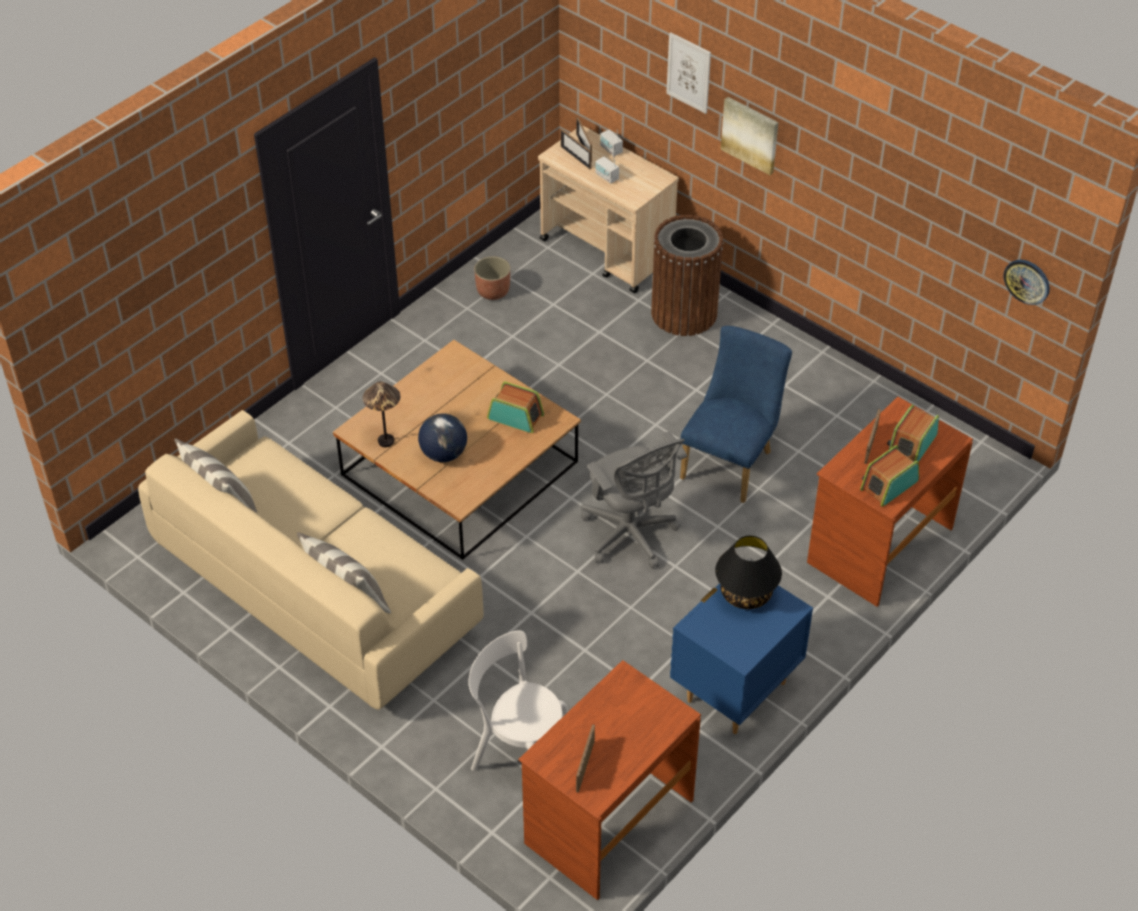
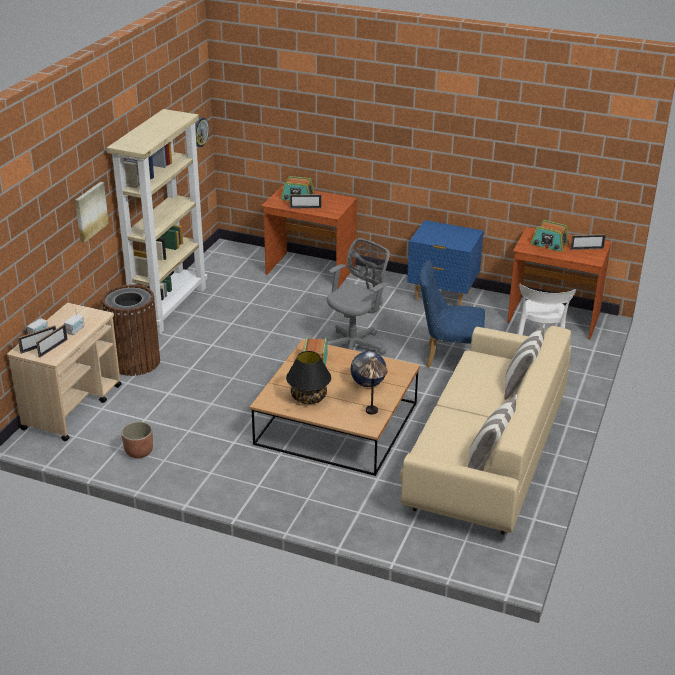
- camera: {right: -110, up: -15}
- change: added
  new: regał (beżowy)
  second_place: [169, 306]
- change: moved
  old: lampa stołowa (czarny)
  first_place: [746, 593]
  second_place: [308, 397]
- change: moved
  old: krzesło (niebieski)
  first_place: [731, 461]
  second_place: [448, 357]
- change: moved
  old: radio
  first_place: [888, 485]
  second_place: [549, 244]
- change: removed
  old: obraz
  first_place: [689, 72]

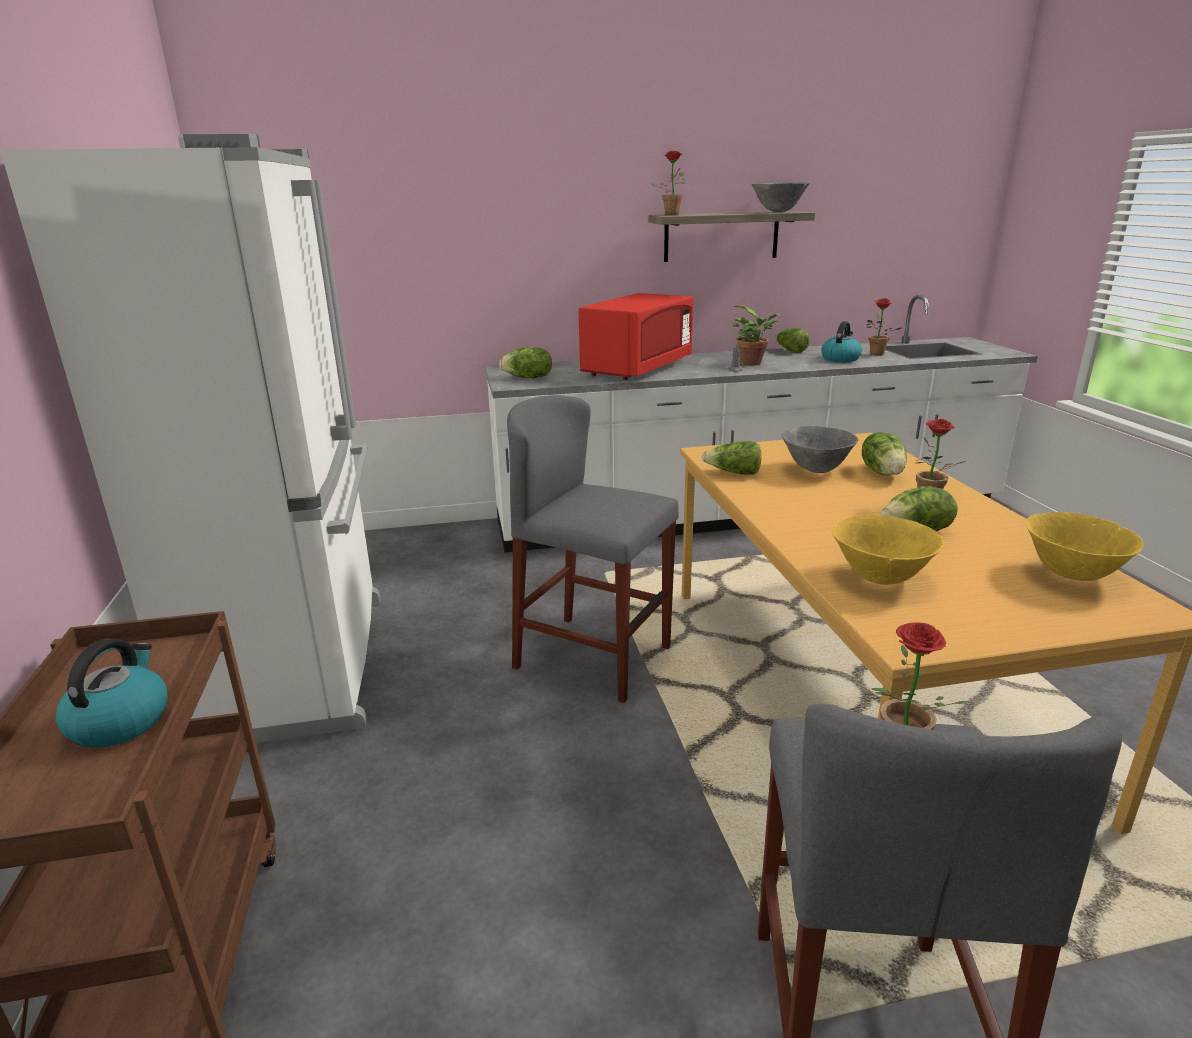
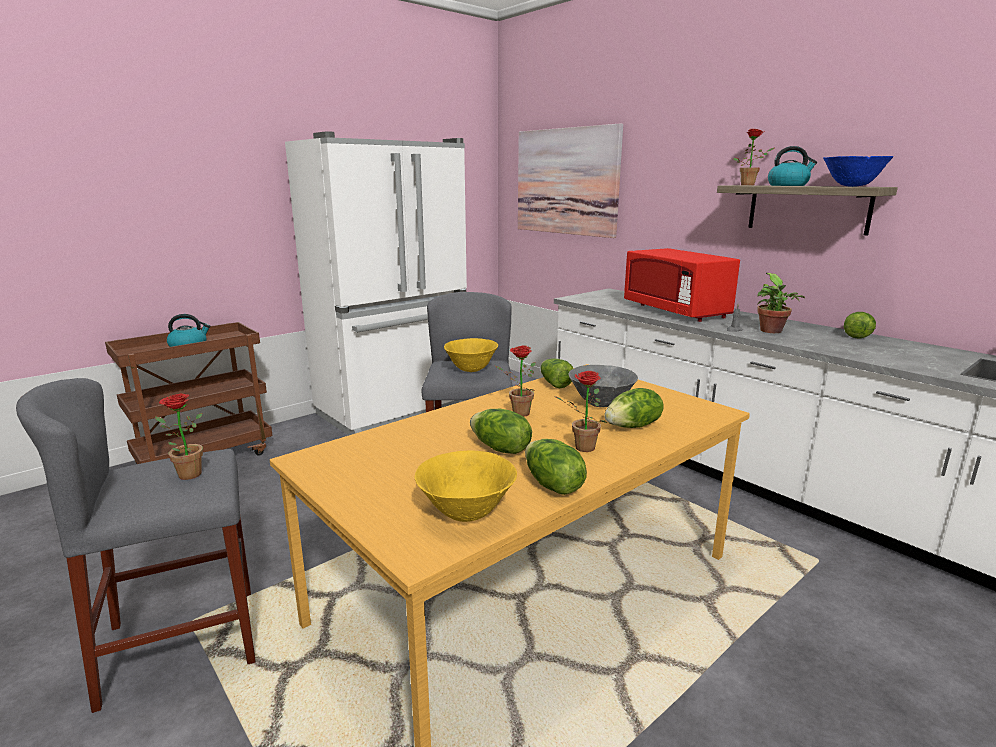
- camera: {right: 60, up: -5}
- change: moved
  old: miska (żółty)
  first_place: [881, 578]
  second_place: [471, 370]
- change: moved
  old: roślina doniczkowa
  first_place: [876, 354]
  second_place: [517, 413]
- change: added
  new: obraz
  second_place: [566, 181]
- change: moved
  old: sałata
  first_place: [528, 378]
  second_place: [552, 485]
- change: turned
  old: mikrofalówka (czerwony)
  first_place: [637, 369]
  second_place: [675, 311]
  degrees: 60
- change: moved
  old: czajnik
  first_place: [840, 359]
  second_place: [788, 185]
- change: recoloured
  old: miska (szary)
  new: miska (niebieski)
  first_place: [778, 212]
  second_place: [852, 186]

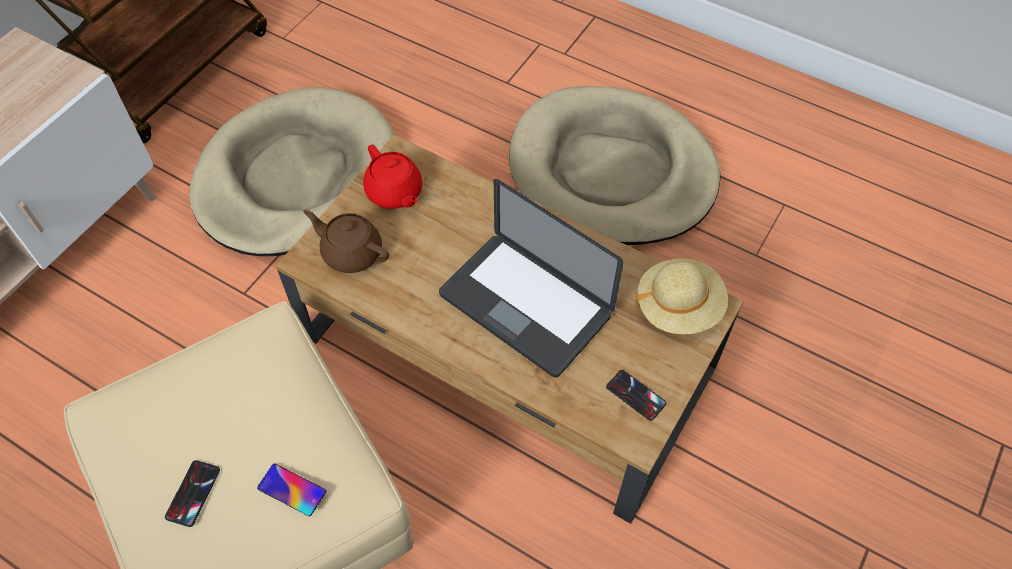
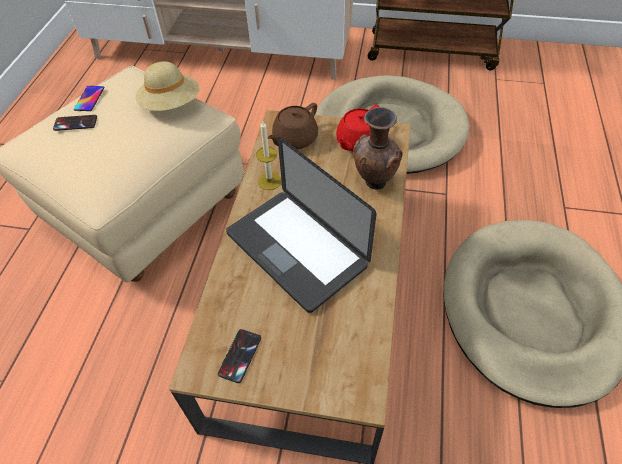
- camera: {right: 70, up: -5}
- change: moved
  old: telefon
  first_place: [291, 490]
  second_place: [89, 98]
- change: moved
  old: kapelusz (beżowy)
  first_place: [678, 307]
  second_place: [171, 105]
- change: turned
  old: laptop
  first_place: [525, 305]
  second_place: [296, 249]
  degrees: -60
- change: added
  new: świeca
  second_place: [269, 181]
- change: turned
  old: imbryk (brązowy)
  first_place: [351, 252]
  second_place: [294, 139]
  degrees: -150
- change: added
  new: wazon (brązowy)
  second_place: [373, 183]

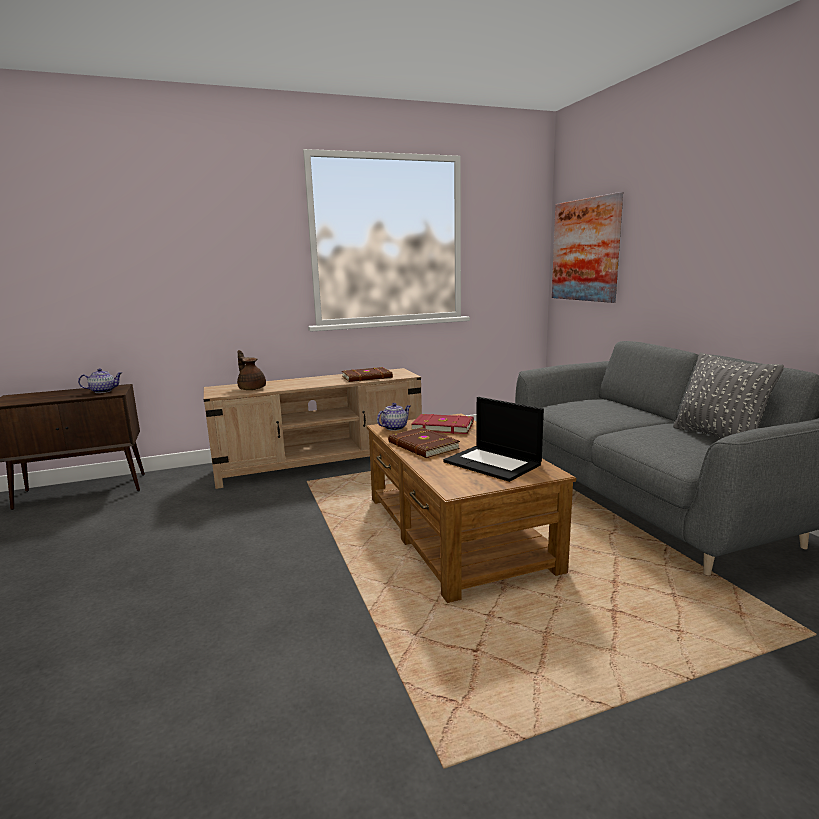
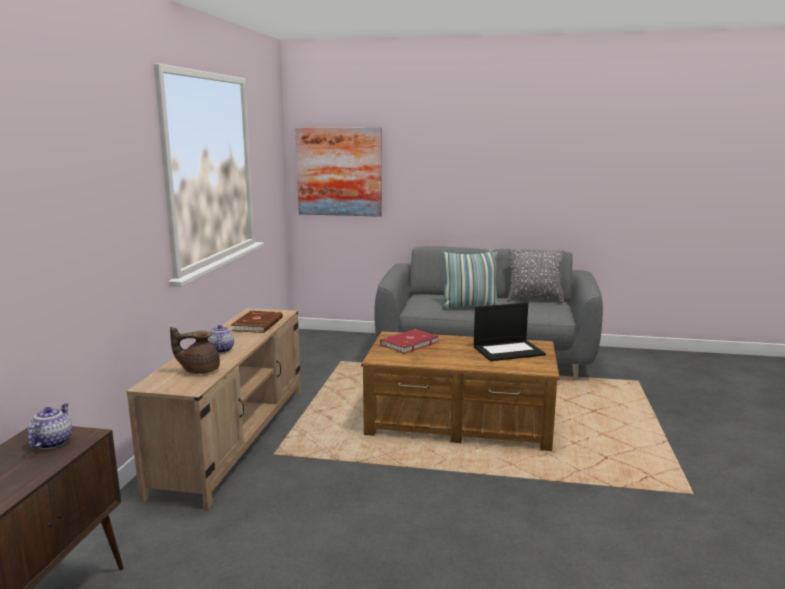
- camera: {right: -60, up: 0}
- change: moved
  old: imbryk
  first_place: [394, 427]
  second_place: [220, 350]
- change: added
  new: poduszka
  second_place: [469, 306]
- change: removed
  old: książka (brązowy)
  first_place: [422, 446]

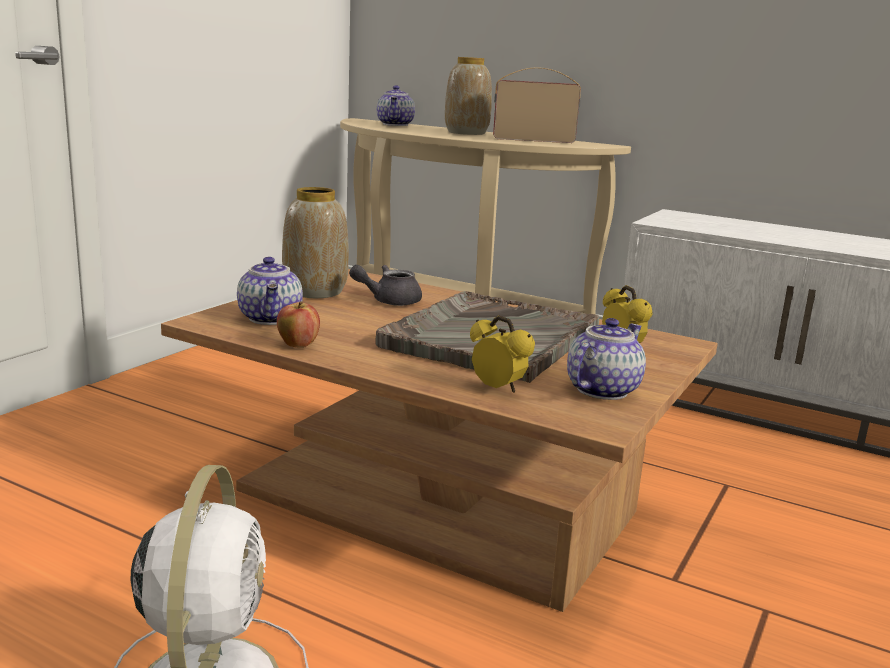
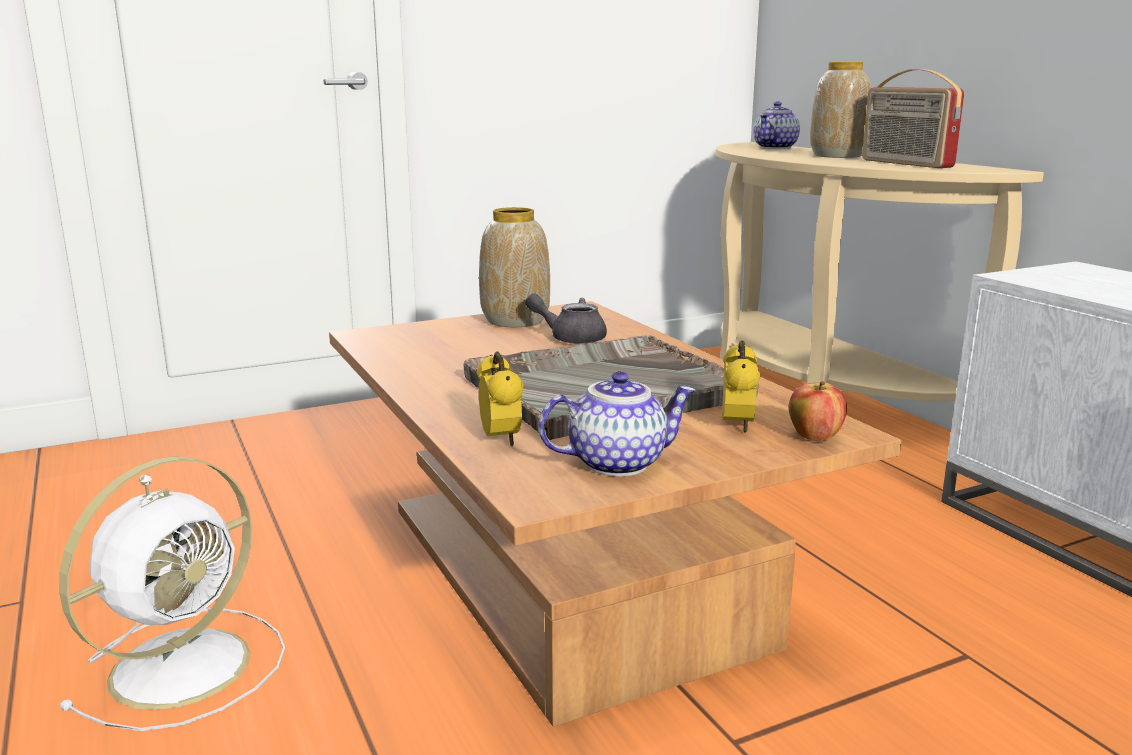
- camera: {right: 35, up: 0}
- change: moved
  old: jabłko
  first_place: [298, 345]
  second_place: [814, 437]
- change: turned
  old: radio
  first_place: [533, 140]
  second_place: [904, 163]
  degrees: -150
- change: removed
  old: imbryk
  first_place: [272, 319]

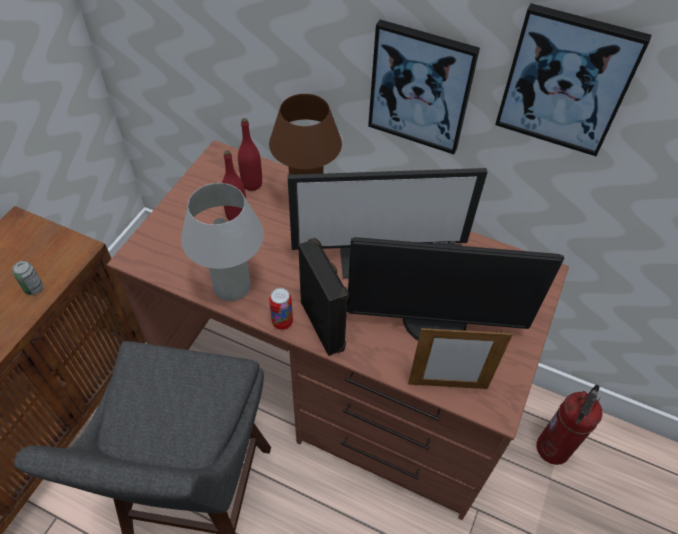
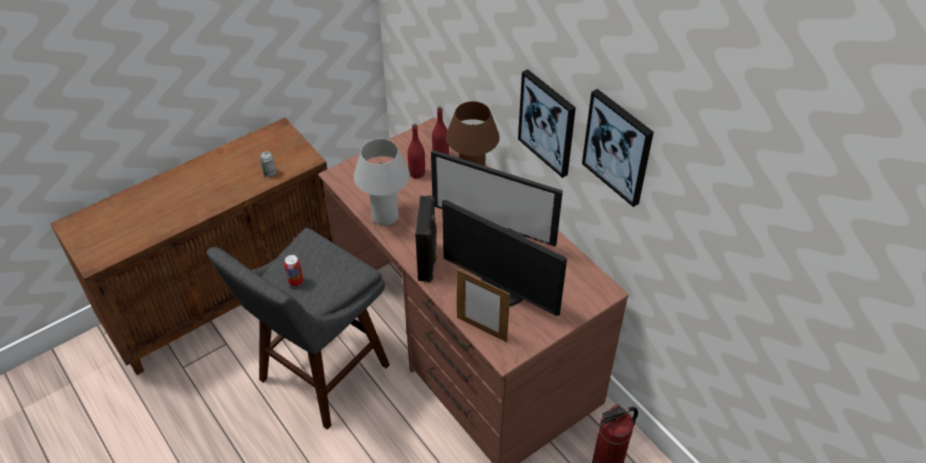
- camera: {right: 30, up: -5}
- change: moved
  old: puszka
  first_place: [282, 322]
  second_place: [295, 281]

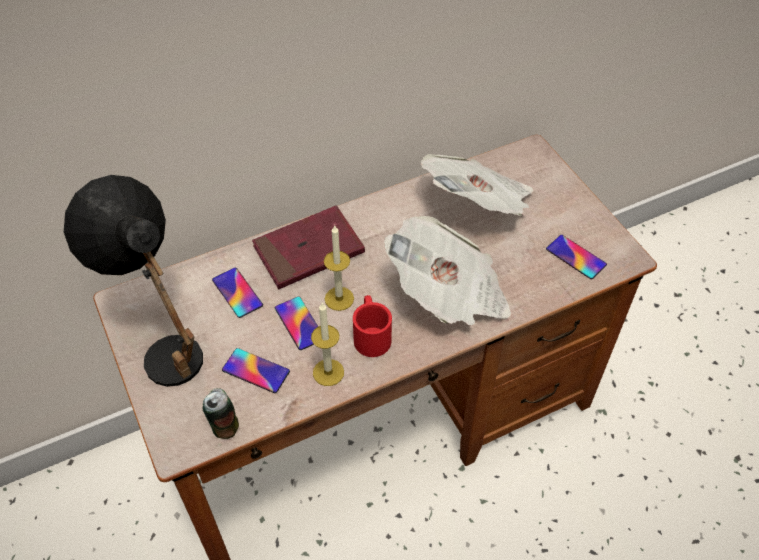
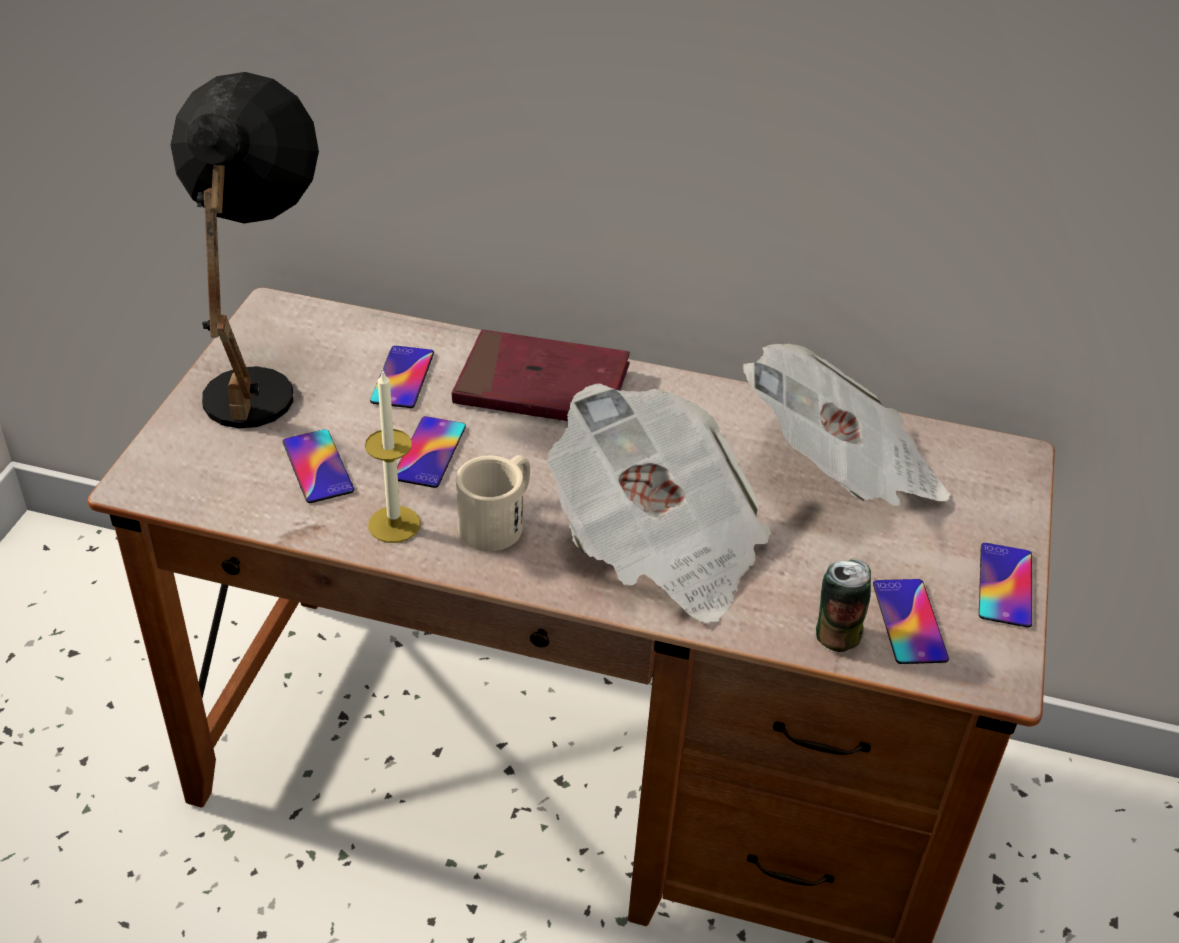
- camera: {right: 40, up: -10}
- change: recoloured
  old: kubek (czerwony)
  new: kubek (beżowy)
  first_place: [371, 334]
  second_place: [499, 520]
- change: moved
  old: puszka
  first_place: [224, 426]
  second_place: [837, 634]
- change: added
  new: telefon
  second_place: [1005, 585]
- change: removed
  old: świeca
  first_place: [339, 298]

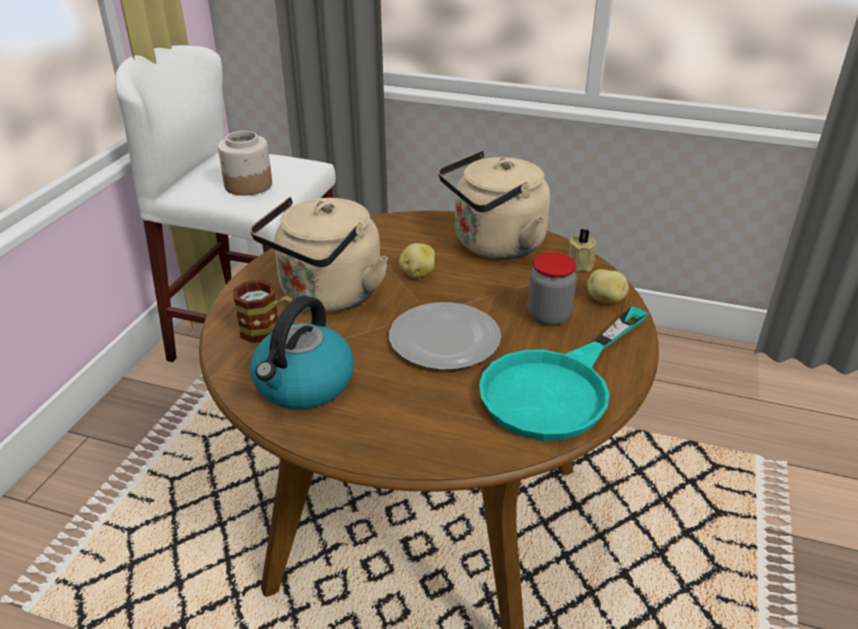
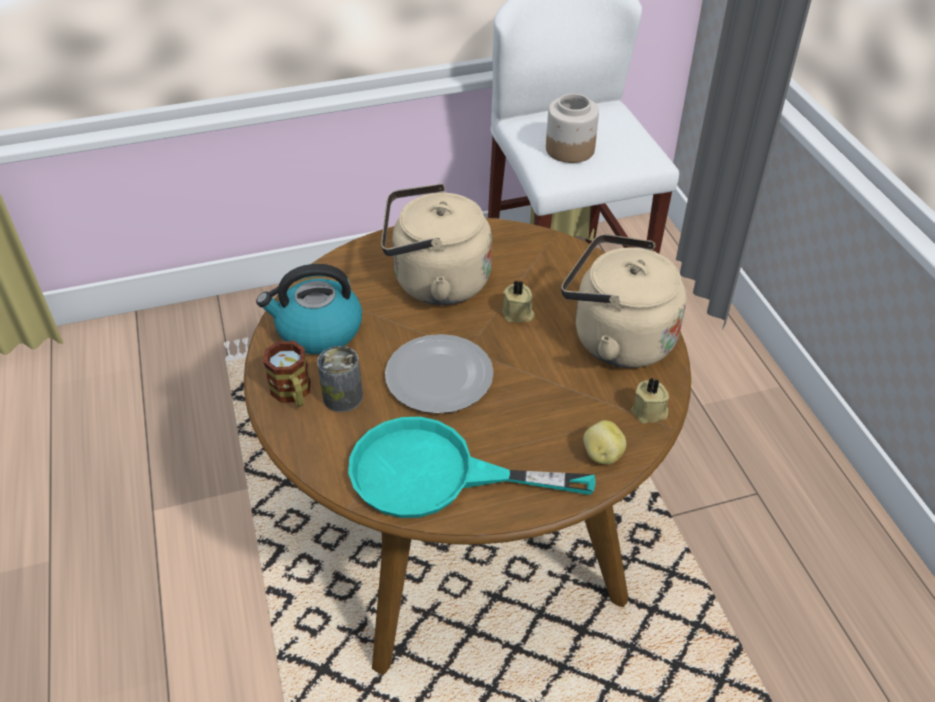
- camera: {right: 55, up: 10}
- change: moved
  old: kubek
  first_place: [269, 331]
  second_place: [293, 394]
- change: added
  new: puszka
  second_place: [343, 397]
- change: replaced
  old: ziemniak
  new: świeca (beżowy)
  first_place: [417, 273]
  second_place: [518, 314]
- change: removed
  old: słoik
  first_place: [548, 316]

